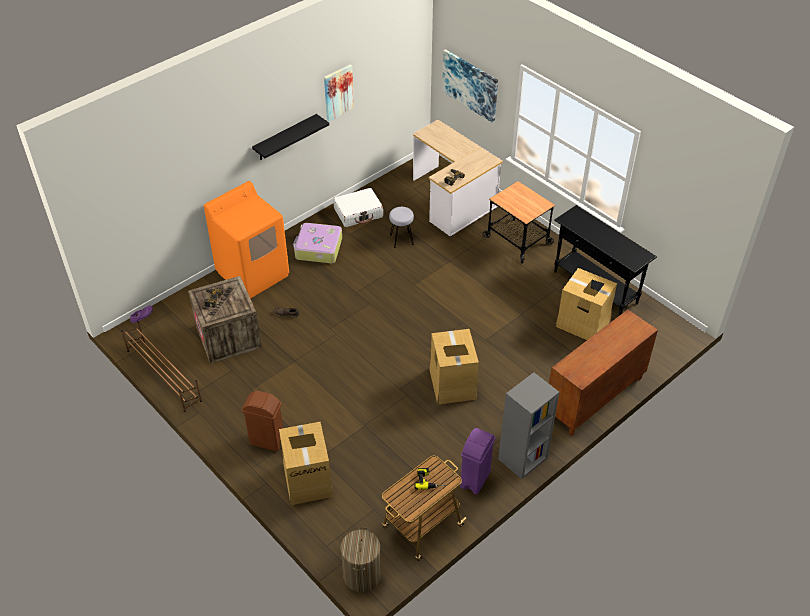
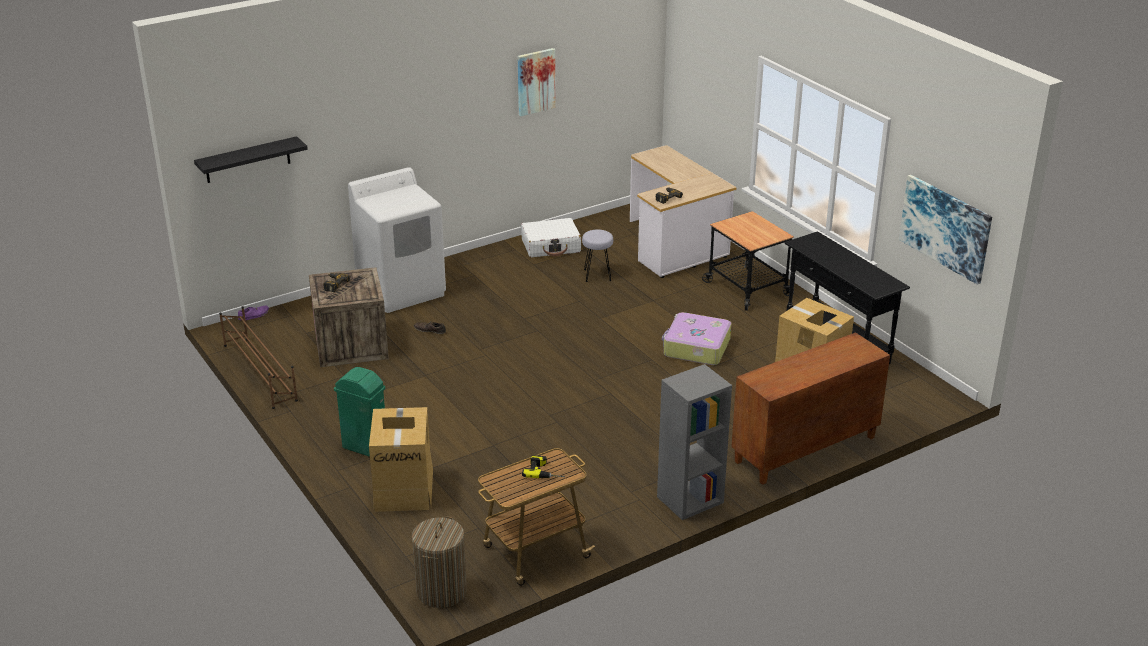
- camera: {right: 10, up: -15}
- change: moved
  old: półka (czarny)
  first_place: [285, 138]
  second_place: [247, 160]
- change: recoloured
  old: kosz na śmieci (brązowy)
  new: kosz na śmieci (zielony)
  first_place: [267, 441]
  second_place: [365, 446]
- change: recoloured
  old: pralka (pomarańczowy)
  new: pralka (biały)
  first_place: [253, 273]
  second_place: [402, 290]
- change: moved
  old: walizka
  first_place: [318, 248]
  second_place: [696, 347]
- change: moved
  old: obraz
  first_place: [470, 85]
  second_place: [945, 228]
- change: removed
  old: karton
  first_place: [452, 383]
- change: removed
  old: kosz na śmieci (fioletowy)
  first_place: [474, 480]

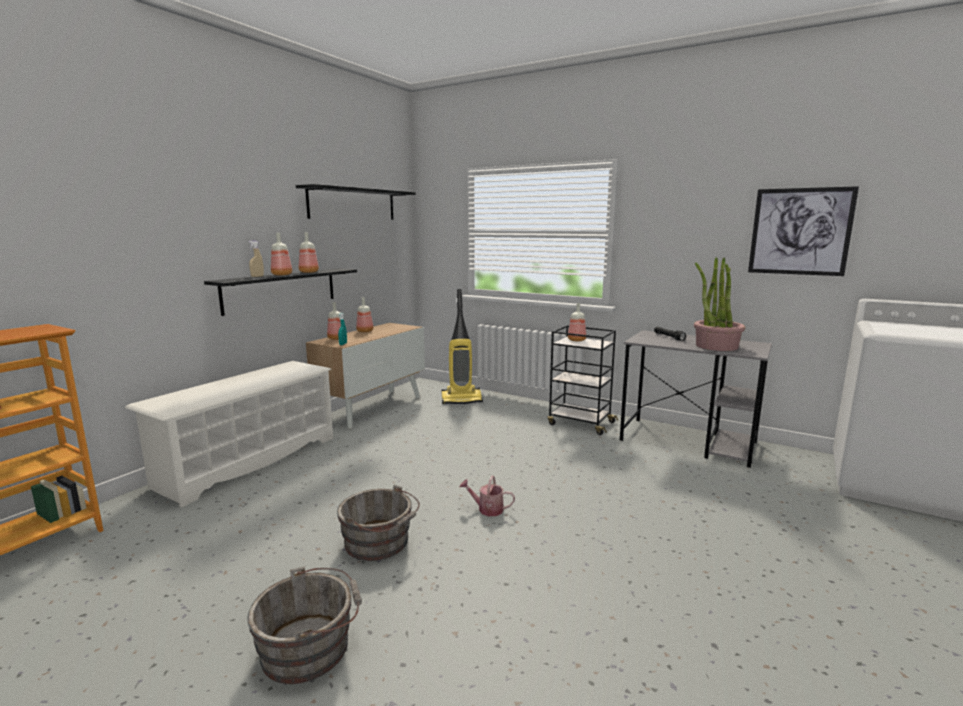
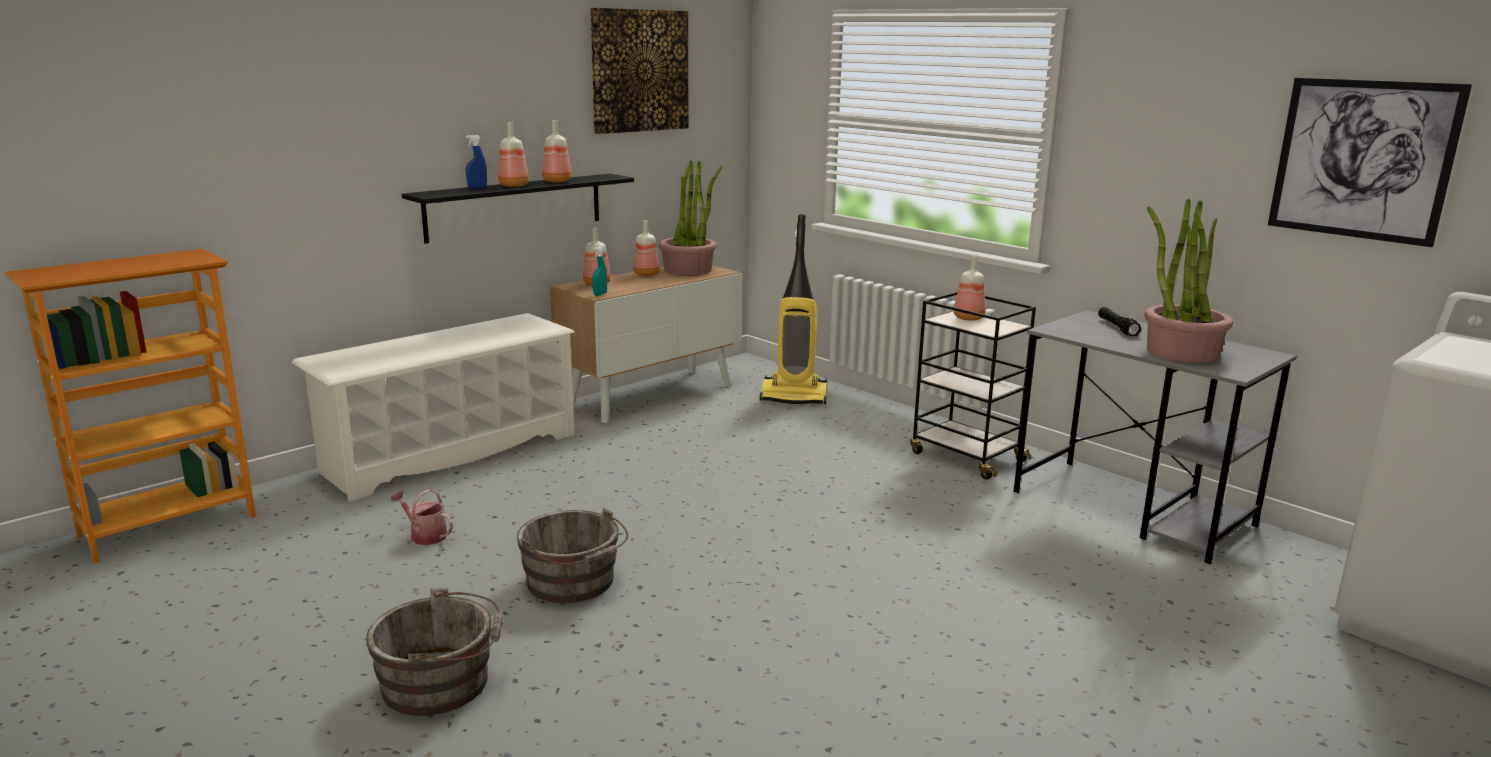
- camera: {right: 15, up: 5}
- change: moved
  old: konewka
  first_place: [487, 509]
  second_place: [425, 535]
- change: recoloured
  old: spryskiwacz (beżowy)
  new: spryskiwacz (niebieski)
  first_place: [257, 276]
  second_place: [477, 188]
- change: replaced
  old: półka (czarny)
  new: obraz
  first_place: [353, 204]
  second_place: [639, 71]
- change: added
  new: roślina doniczkowa
  second_place: [688, 269]

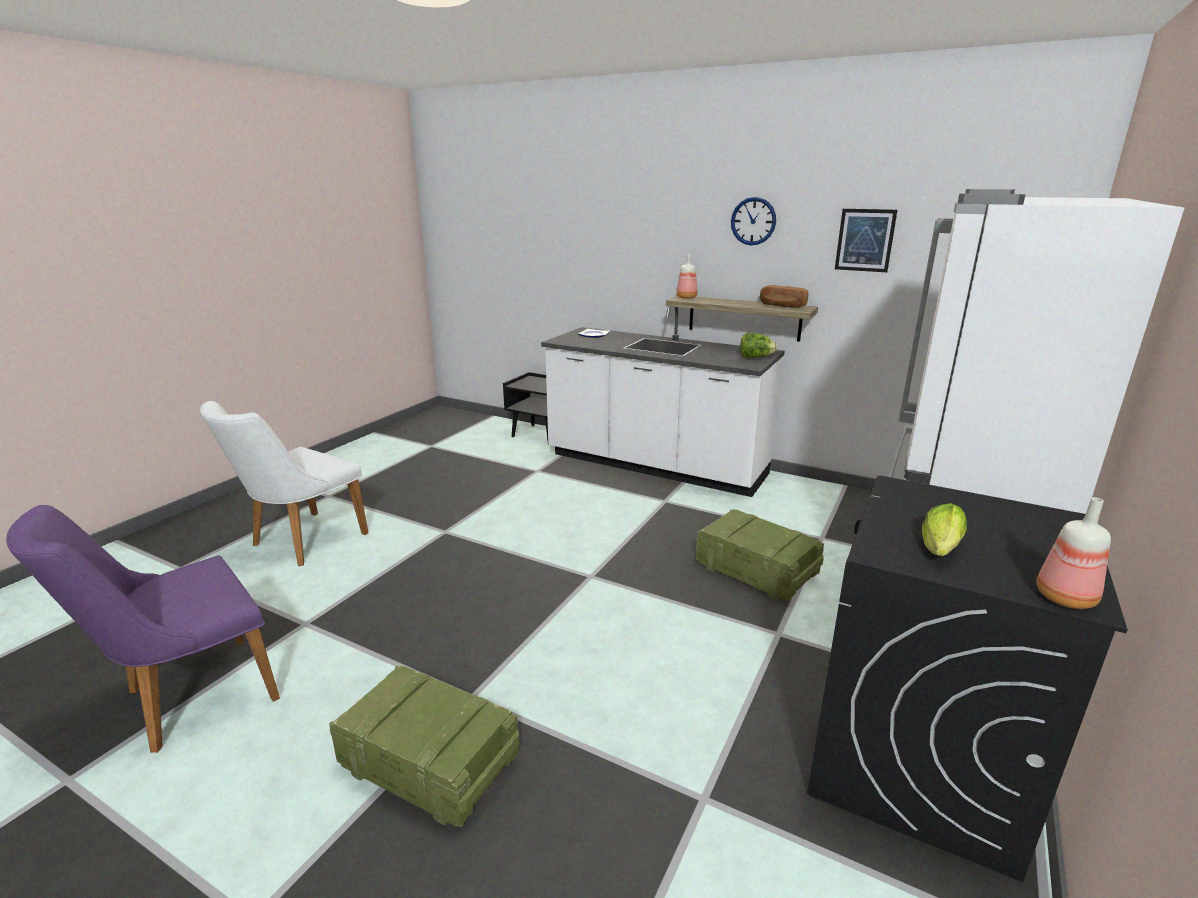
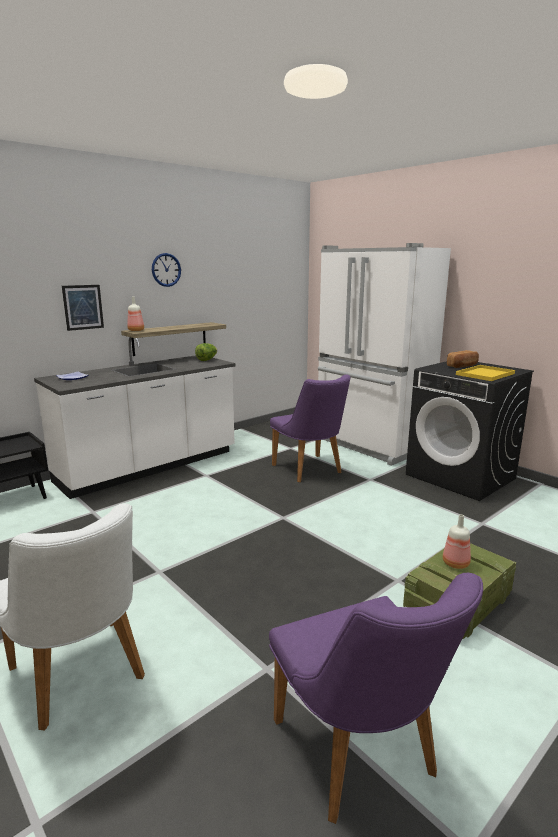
- camera: {right: -70, up: -5}
- change: moved
  old: obraz
  first_place: [865, 240]
  second_place: [83, 307]
- change: replaced
  old: skrzynka
  new: krzesło (fioletowy)
  first_place: [754, 570]
  second_place: [310, 470]
- change: moved
  old: butelka
  first_place: [1066, 599]
  second_place: [456, 564]
- change: moved
  old: chleb
  first_place: [782, 305]
  second_place: [463, 366]
- change: replaced
  old: sałata
  new: taca (żółty)
  first_place: [939, 549]
  second_place: [485, 374]

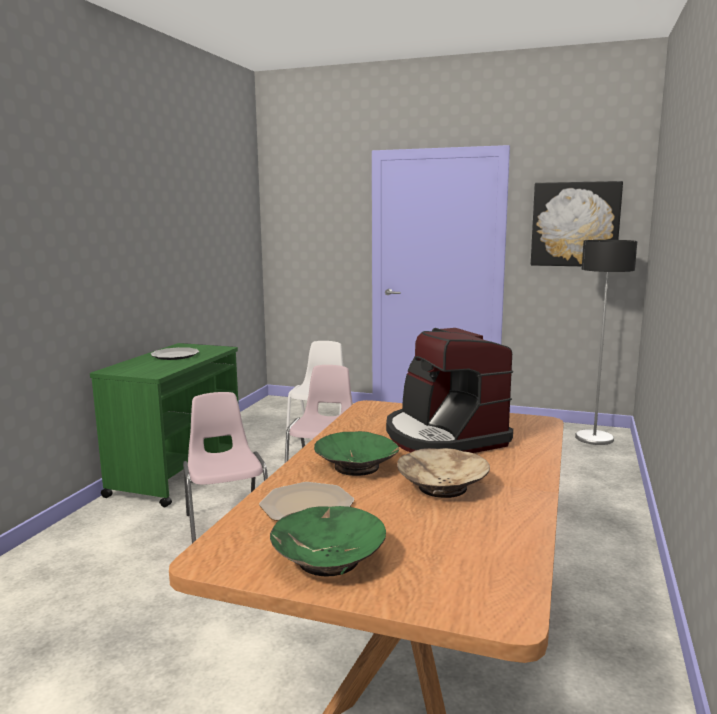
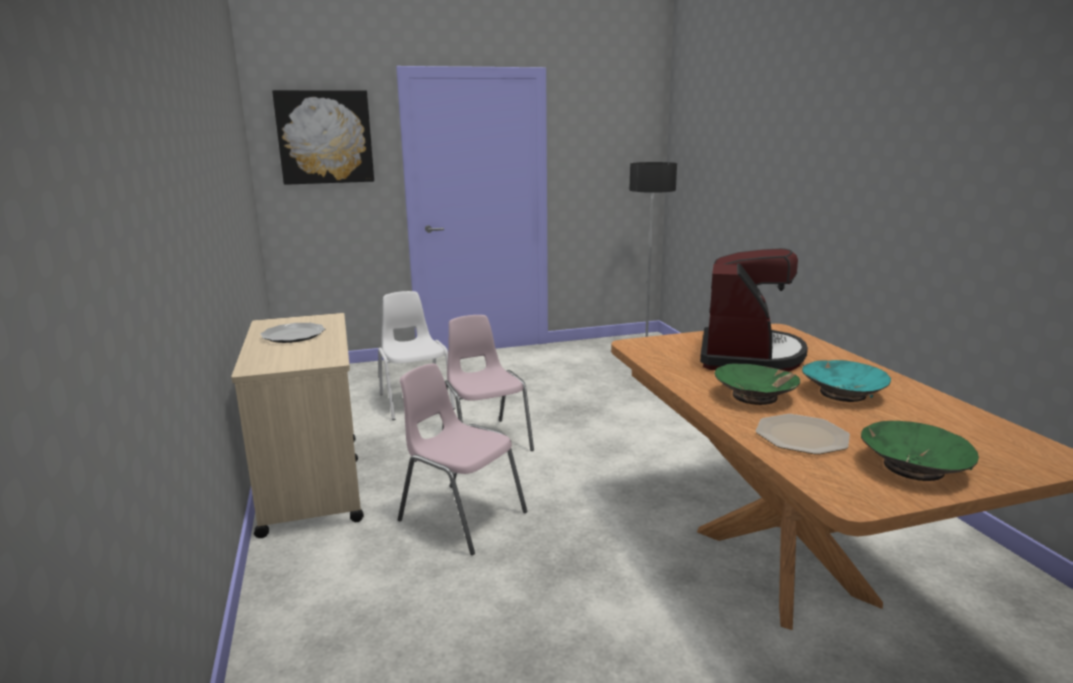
- camera: {right: -35, up: 5}
- change: recoloured
  old: wózek (zielony)
  new: wózek (beżowy)
  first_place: [178, 473]
  second_place: [312, 483]
- change: moved
  old: obraz
  first_place: [575, 224]
  second_place: [325, 137]
- change: turned
  old: ekspres do kawy
  first_place: [443, 436]
  second_place: [748, 356]
  degrees: -105
- change: recoloured
  old: miska (beżowy)
  new: miska (turkusowy)
  first_place: [442, 487]
  second_place: [842, 393]

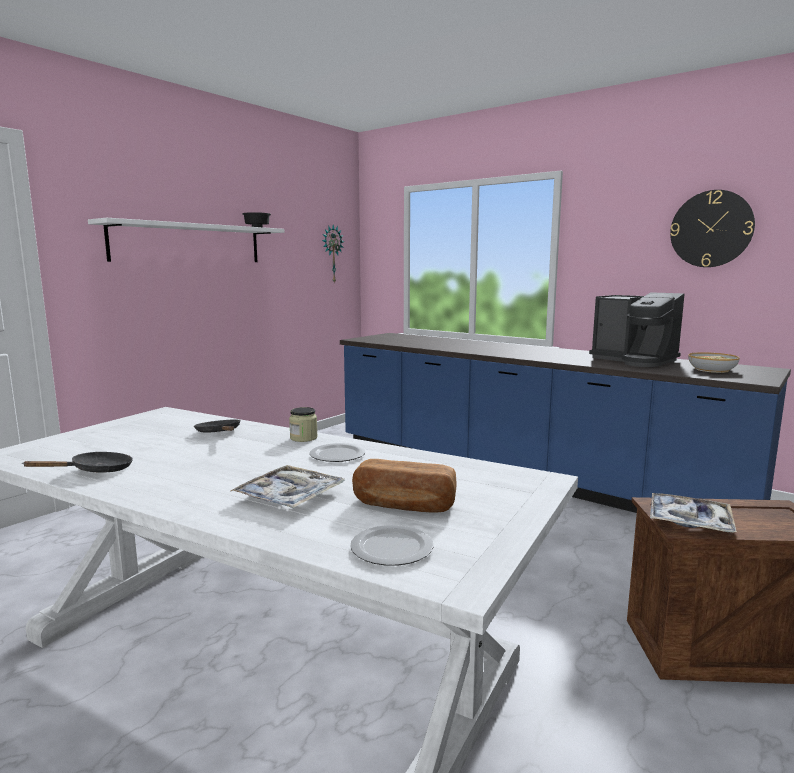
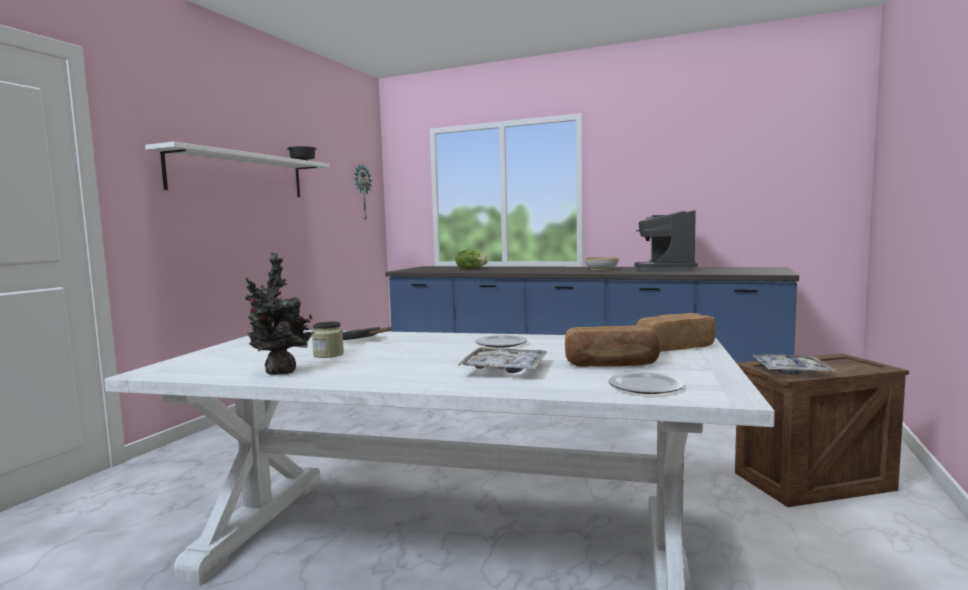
- camera: {right: -15, up: -5}
- change: replaced
  old: patelnia (czarny)
  new: roślina doniczkowa
  first_place: [96, 471]
  second_place: [280, 372]
- change: moved
  old: słoik
  first_place: [303, 438]
  second_place: [328, 354]
- change: added
  new: sałata
  second_place: [470, 269]
- change: moved
  old: miska
  first_place: [712, 369]
  second_place: [601, 268]
- change: turned
  old: ekspres do kawy
  first_place: [634, 360]
  second_place: [668, 269]
  degrees: 75
- change: added
  new: chleb
  second_place: [673, 347]
- change: removed
  old: zegar ścienny
  first_place: [711, 229]

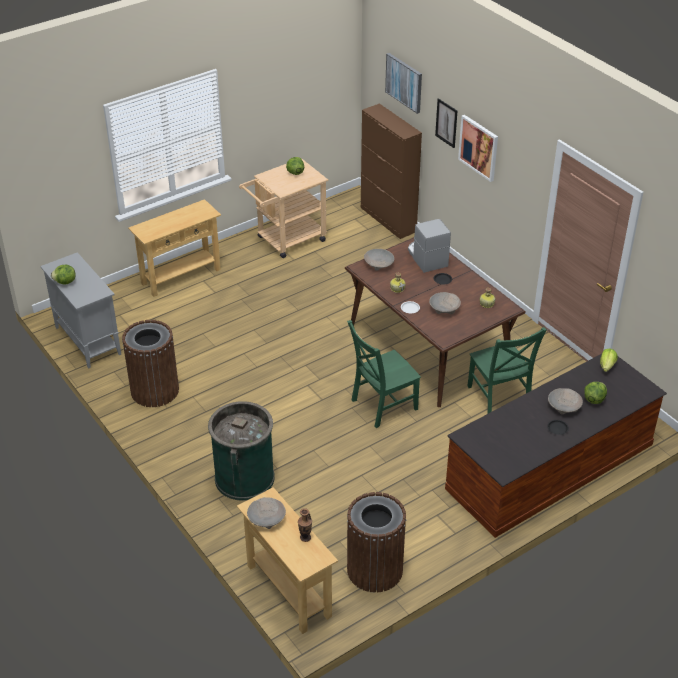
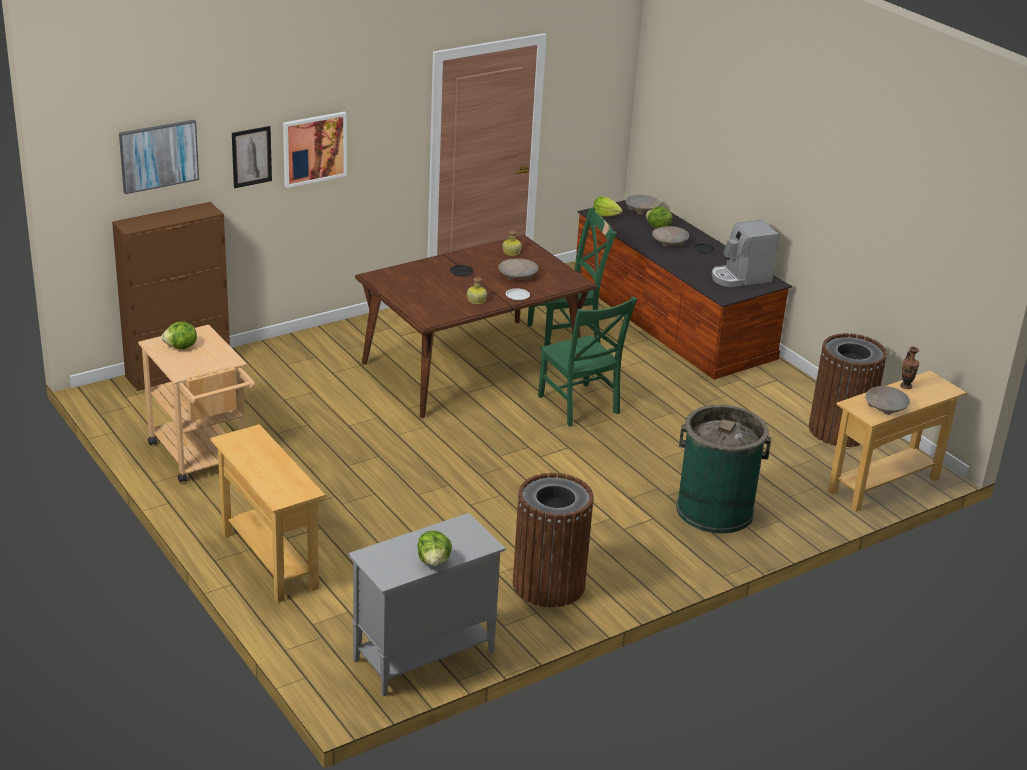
- camera: {right: -90, up: -10}
- change: moved
  old: miska (beżowy)
  first_place: [379, 263]
  second_place: [641, 210]
- change: moved
  old: ekspres do kawy
  first_place: [426, 258]
  second_place: [740, 278]

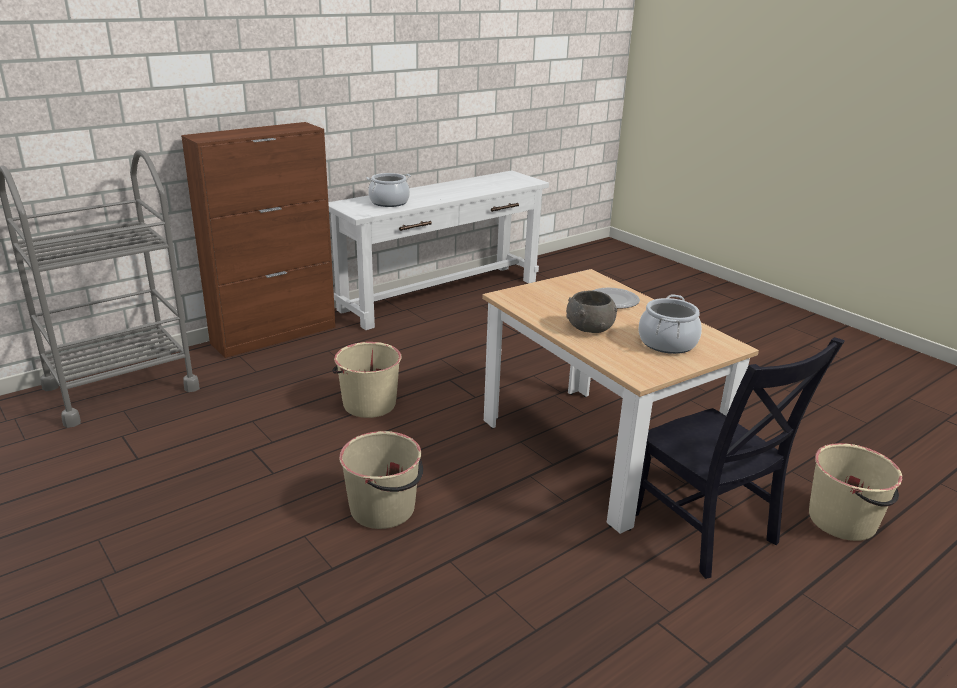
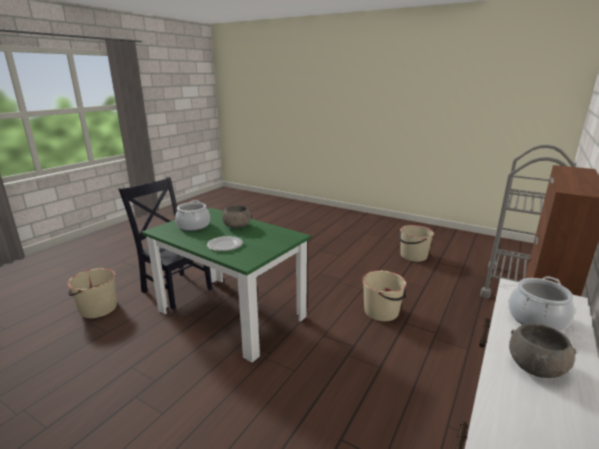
- camera: {right: 160, up: -5}
- change: recoloured
  old: stół jadalny (beżowy)
  new: stół jadalny (zielony)
  first_place: [596, 452]
  second_place: [231, 314]
- change: moved
  old: wiadro (beżowy)
  first_place: [383, 509]
  second_place: [413, 256]
- change: added
  new: miska (szary)
  second_place: [536, 366]

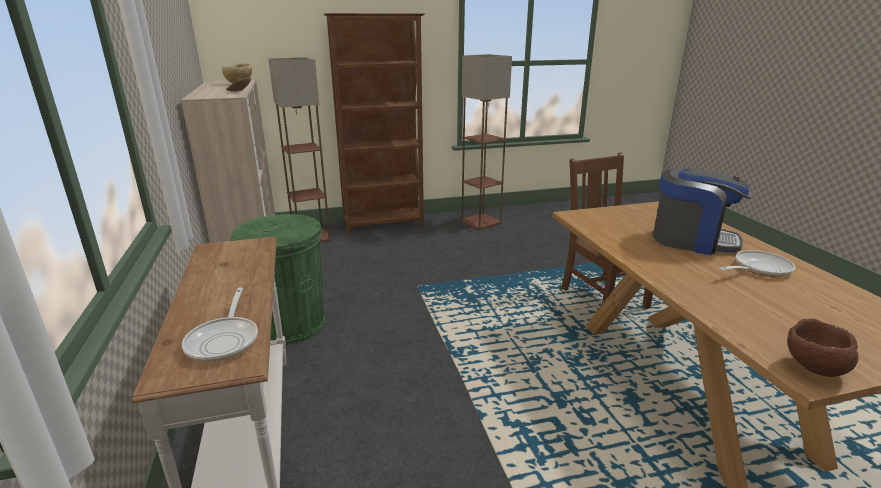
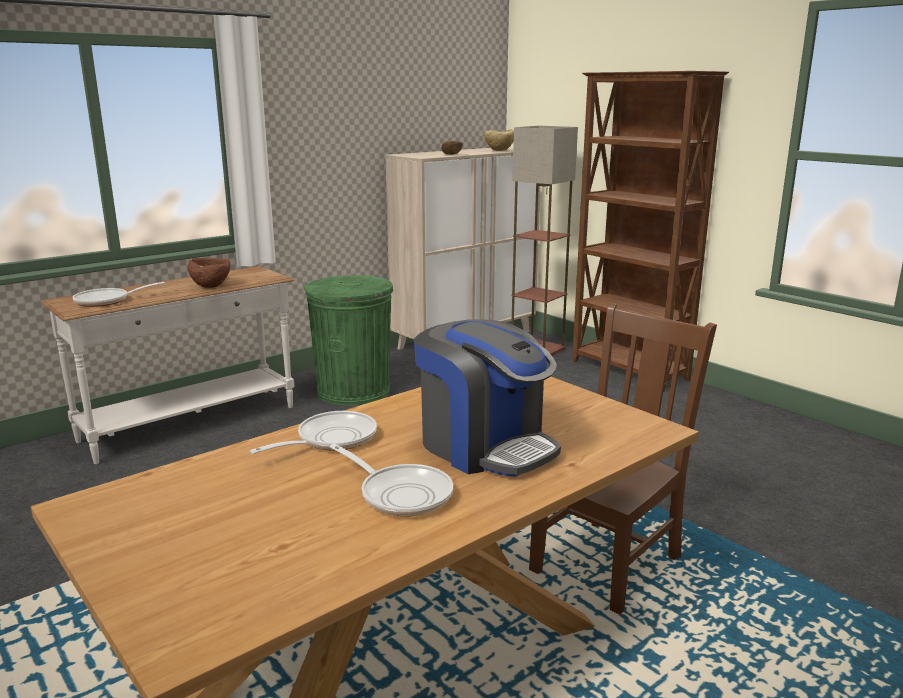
- camera: {right: 65, up: -5}
- change: moved
  old: miska (brązowy)
  first_place: [813, 368]
  second_place: [211, 286]
- change: added
  new: patelnia
  second_place: [331, 439]
- change: turned
  old: ekspres do kawy
  first_place: [692, 240]
  second_place: [485, 446]
  degrees: -45
- change: removed
  old: lampa stojąca
  first_place: [481, 222]

